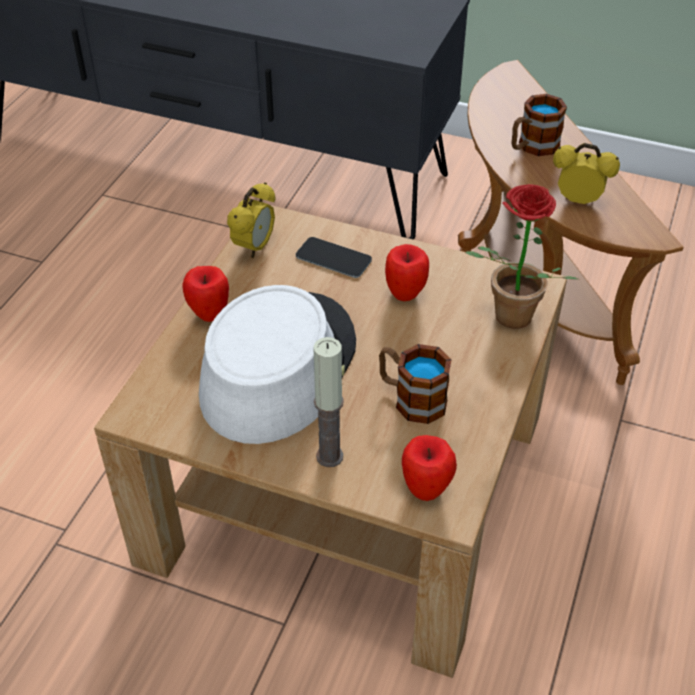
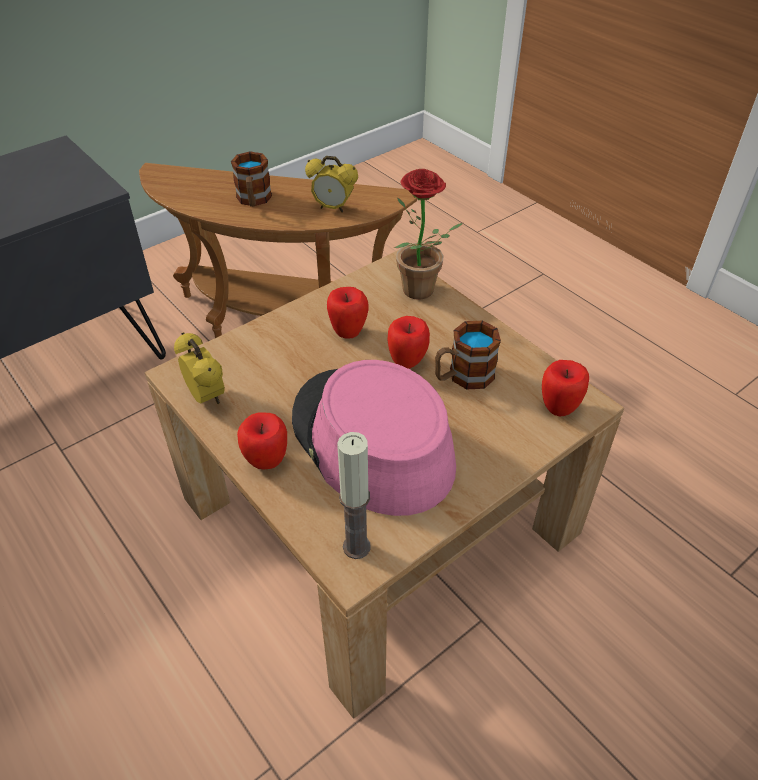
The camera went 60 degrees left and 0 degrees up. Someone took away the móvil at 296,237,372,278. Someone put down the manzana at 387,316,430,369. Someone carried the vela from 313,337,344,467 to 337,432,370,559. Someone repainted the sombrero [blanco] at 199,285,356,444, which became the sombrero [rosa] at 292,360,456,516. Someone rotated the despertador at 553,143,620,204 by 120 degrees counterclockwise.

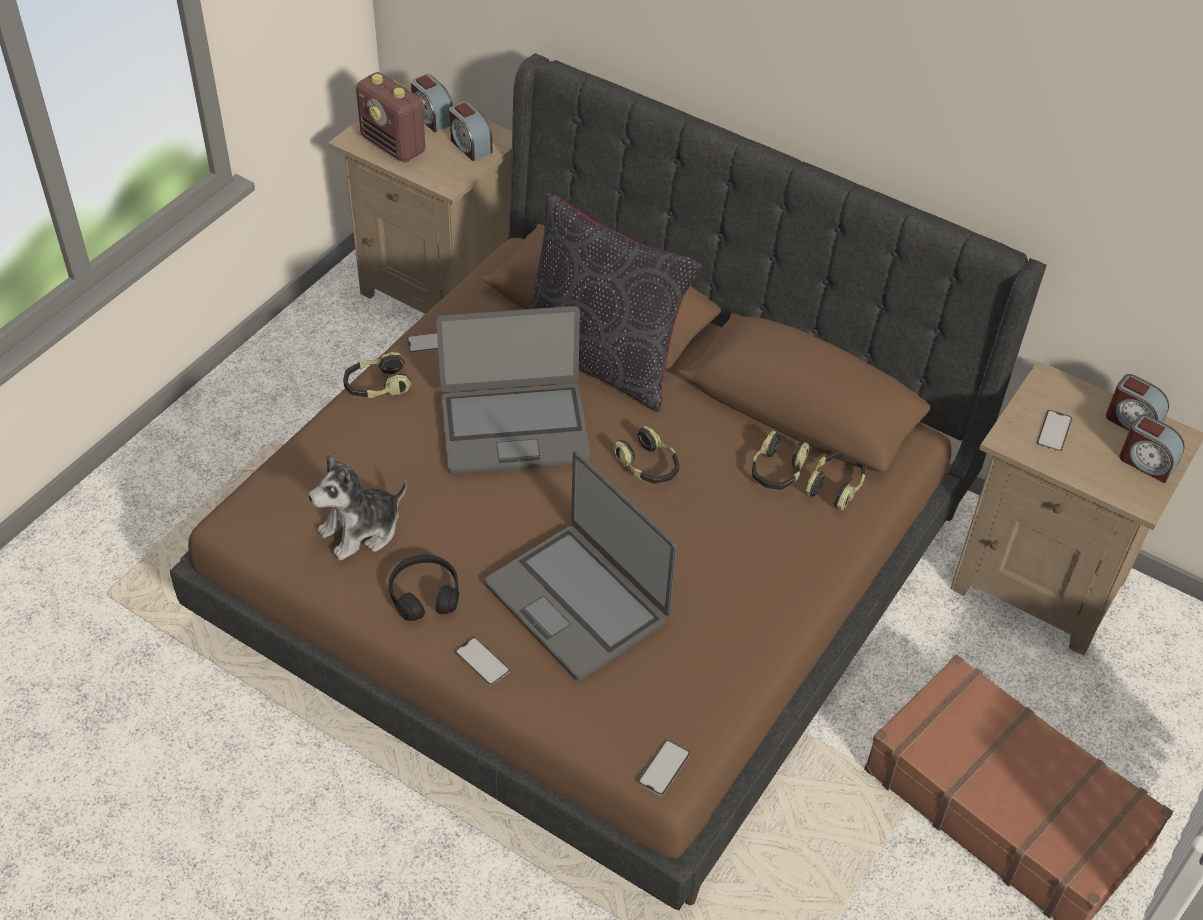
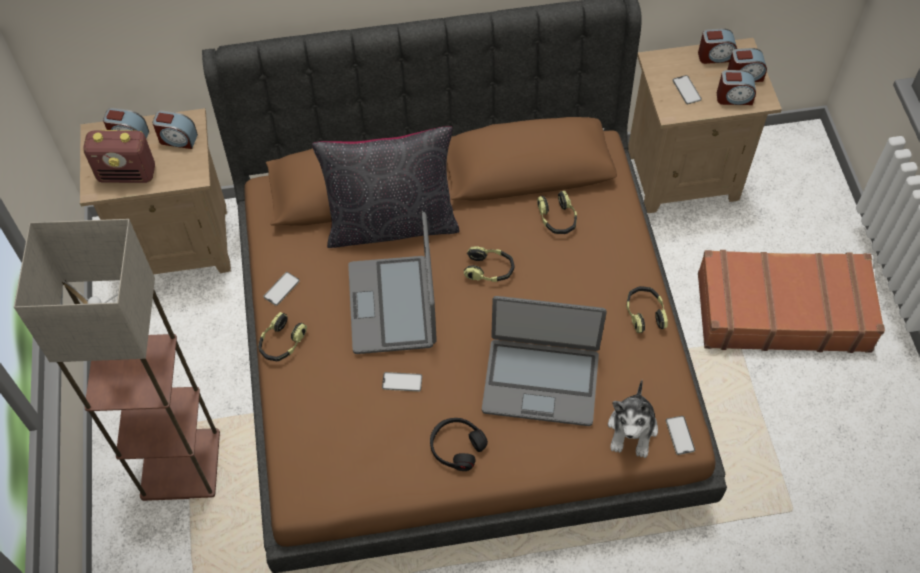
The camera went 40 degrees left and 10 degrees up. Someone put down the lámpara de pie at 14,219,220,501. Someone put down the despertador at 717,70,756,105. Someone carried the peluche from 308,453,407,561 to 608,380,658,458. Someone carried the móvil from 455,637,510,686 to 382,372,422,392. Someone carried the auriculares from 805,451,866,510 to 626,286,668,333. Someone rotated the portátil at 436,306,591,474 by 135 degrees clockwise.

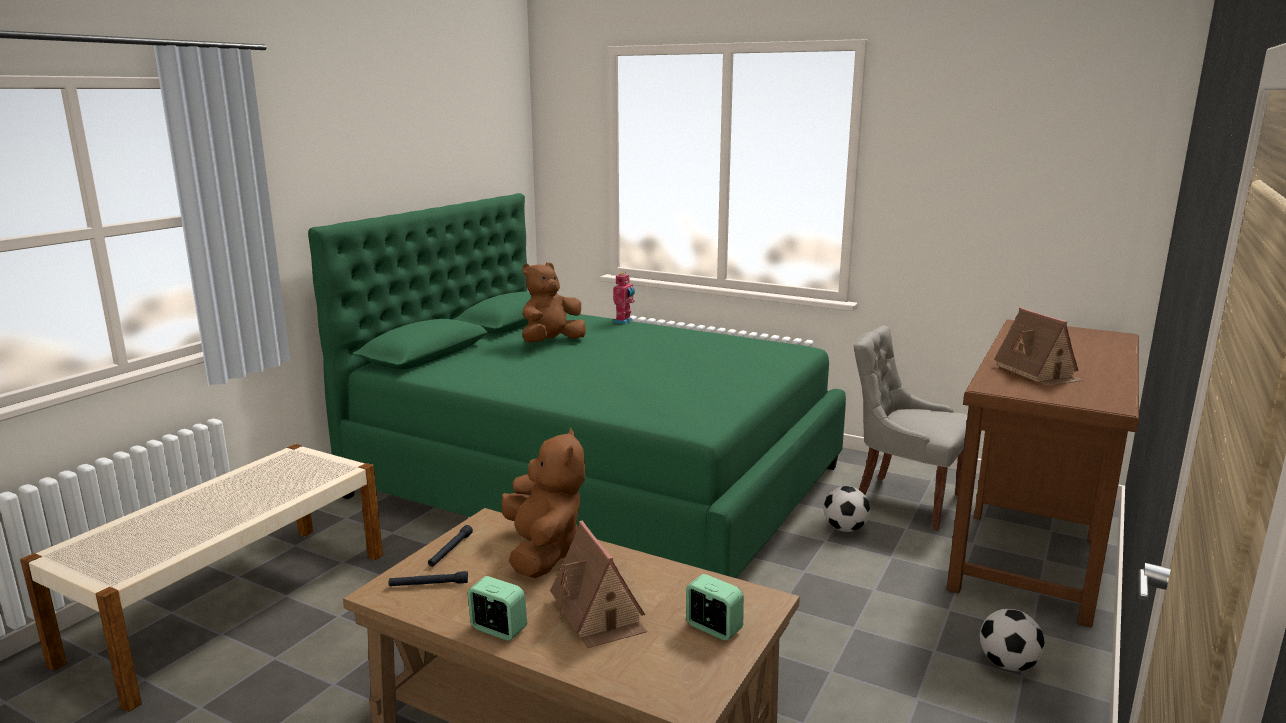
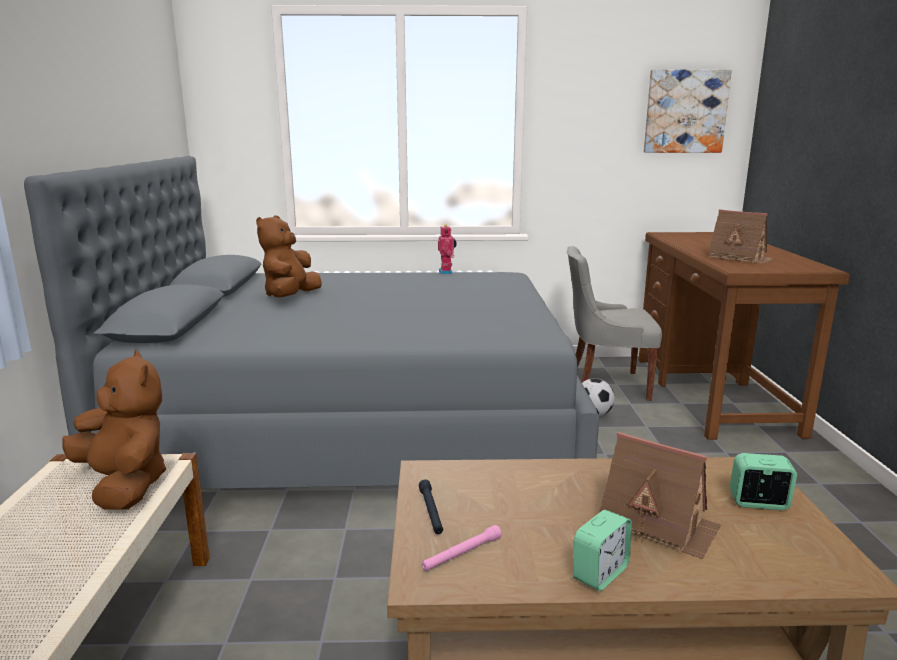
The camera went 30 degrees left and 0 degrees up. Someone took away the balón de fútbol at 980,609,1045,671. Someone put up the cuadro at 644,69,732,153. Someone carried the peluche [marrón] from 501,428,585,578 to 62,350,167,510. Someone carried the robot de juguete from 613,272,635,324 to 438,224,457,274. Someone repainted the cama [verde] at 308,193,846,578, which became the cama [gris] at 24,156,599,505. Someone repainted the linterna [negro] at 389,571,468,586, which became the linterna [rosa] at 422,525,502,571. Someone rotated the despertador at 468,576,527,641 by 135 degrees clockwise.

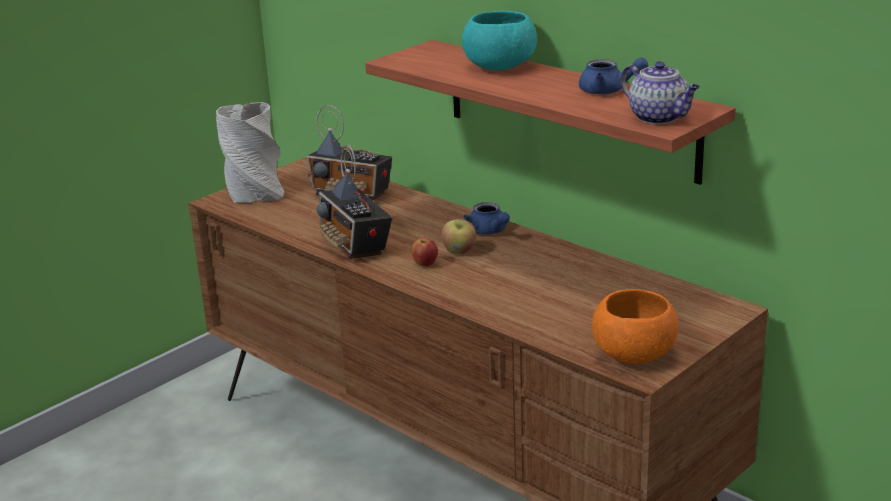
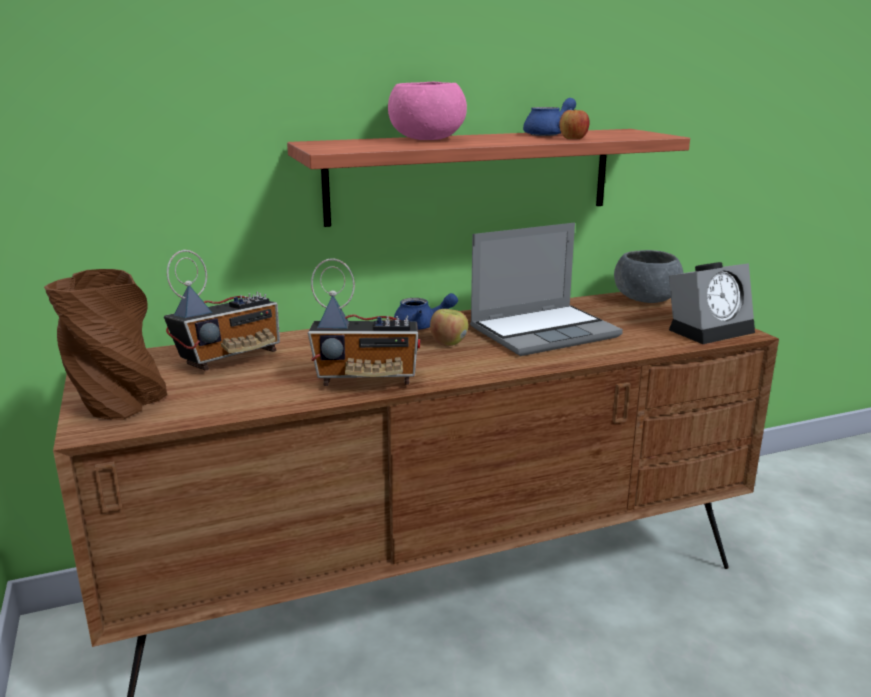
The camera went 65 degrees left and 5 degrees down. Someone took away the tetera at 621,61,700,124. Someone put down the portátil at 470,223,623,356. Someone put down the cuenco [gris] at 614,250,683,303. Someone carried the manzana from 411,238,438,267 to 559,109,590,139. Someone swapped the cuenco [naranja] at 592,289,678,364 for the despertador at 669,262,755,344. Someone repainted the florero [gris] at 216,102,285,203, which became the florero [marrón] at 44,269,167,420. Someone repainted the cuenco [turquesa] at 462,11,537,70, which became the cuenco [rosa] at 388,82,467,140.

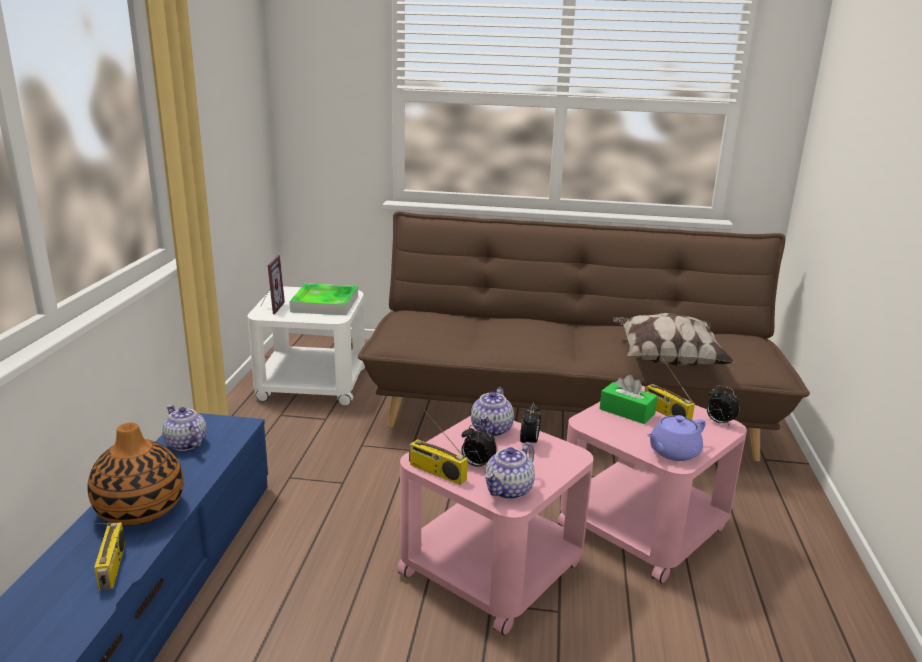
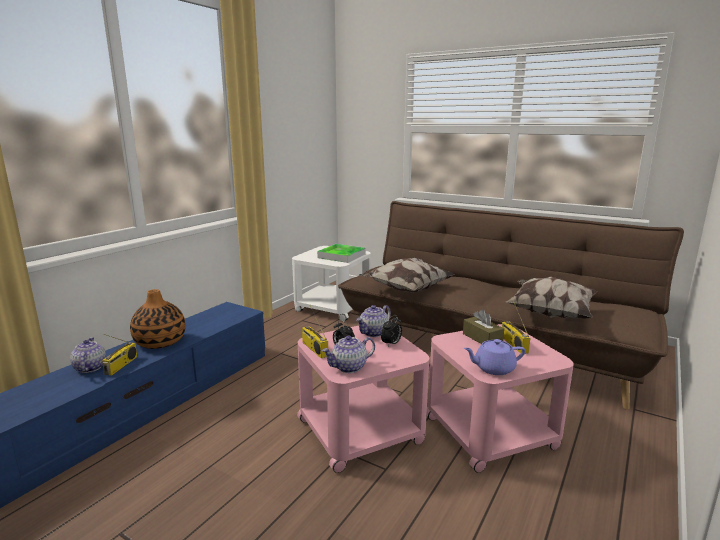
The camera went 25 degrees right and 5 degrees down. Someone took away the portarretratos at 261,255,285,314. Someone took away the despertador at 707,385,740,427. Someone put down the cojín at 359,258,455,292. Someone carried the tetera from 162,405,207,451 to 70,337,106,373. Someone repainted the caja de pañuelos [verde] at 600,375,658,424, which became the caja de pañuelos [marrón] at 463,309,504,344.

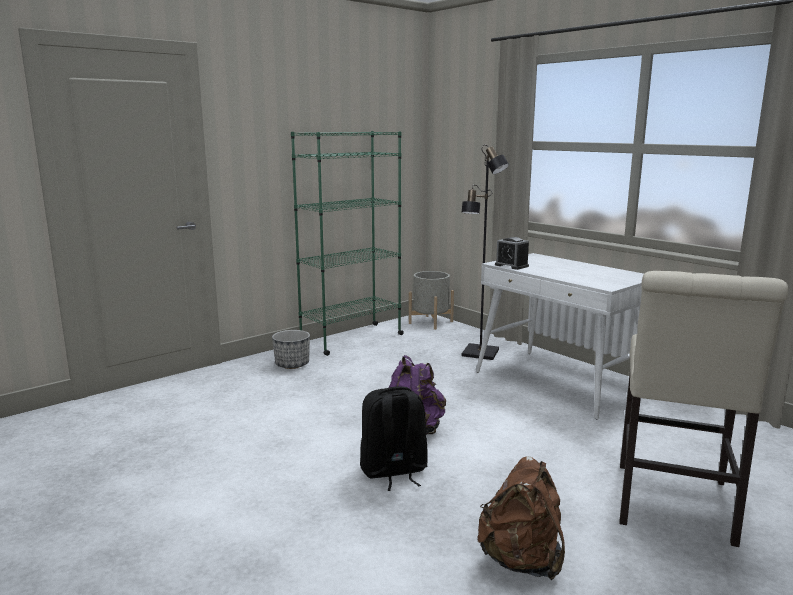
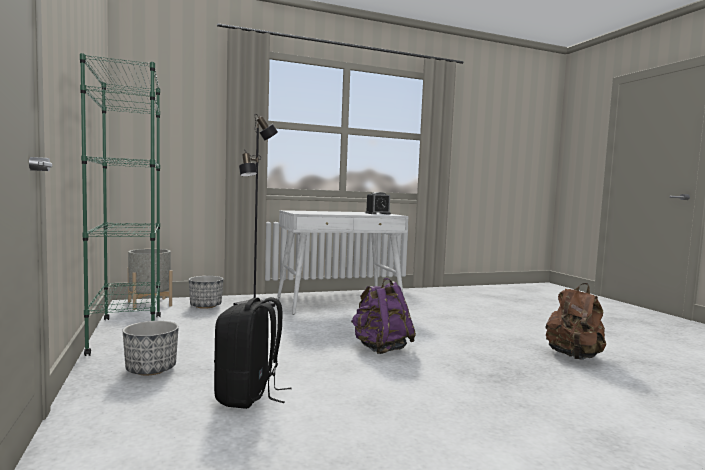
The camera went 70 degrees left and 10 degrees down. Someone took away the taburete [beis] at 620,271,788,547. Someone put down the maceta at 189,276,223,309. Someone carried the mochila [negro] from 360,386,428,491 to 214,297,292,409. Someone carried the despertador from 495,237,529,270 to 366,192,391,215.

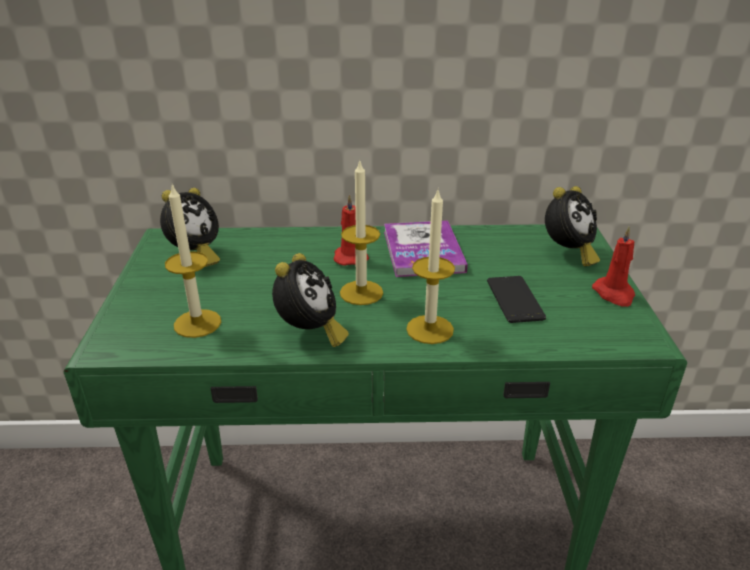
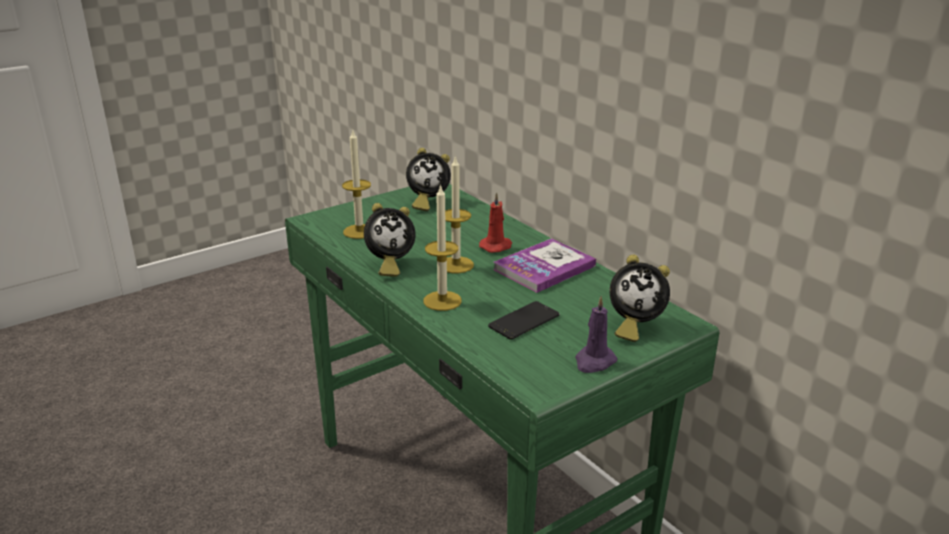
The camera went 55 degrees right and 5 degrees down. Someone repainted the vela [rojo] at 592,226,635,307, which became the vela [morado] at 575,296,617,373.

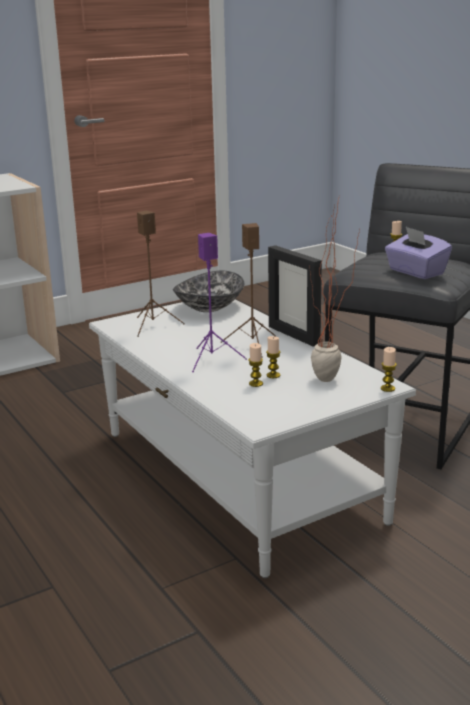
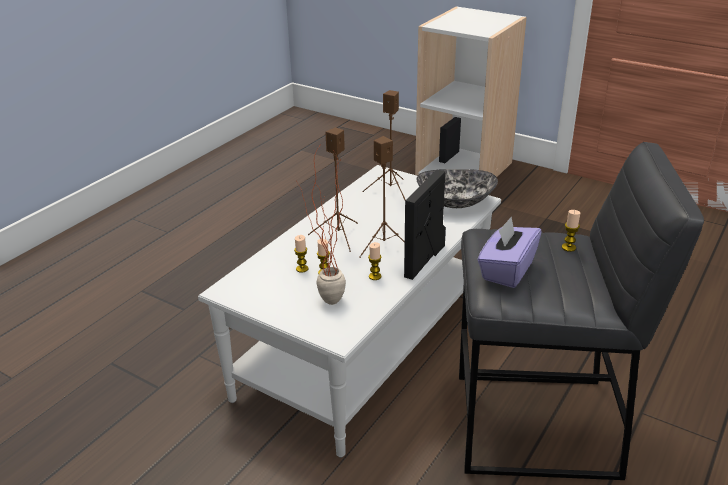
The camera went 65 degrees right and 10 degrees up. Someone carried the vela from 381,347,397,392 to 368,242,382,280. Someone repainted the altavoz [morado] at 192,233,247,372, which became the altavoz [marrón] at 308,127,358,252.

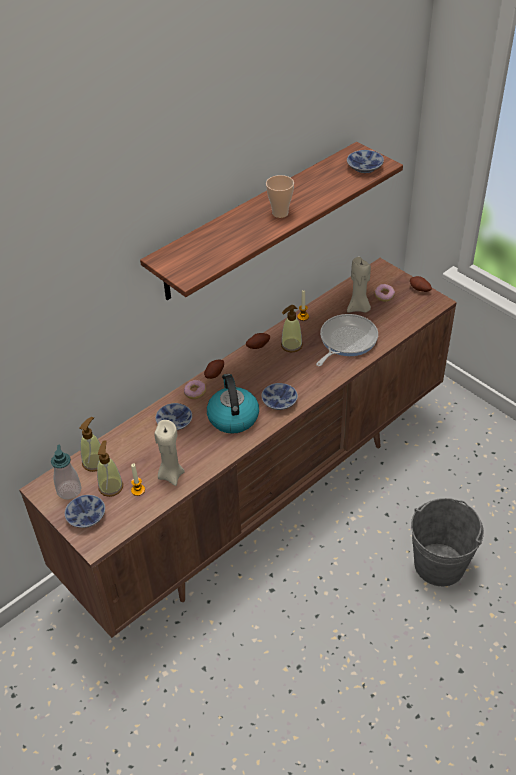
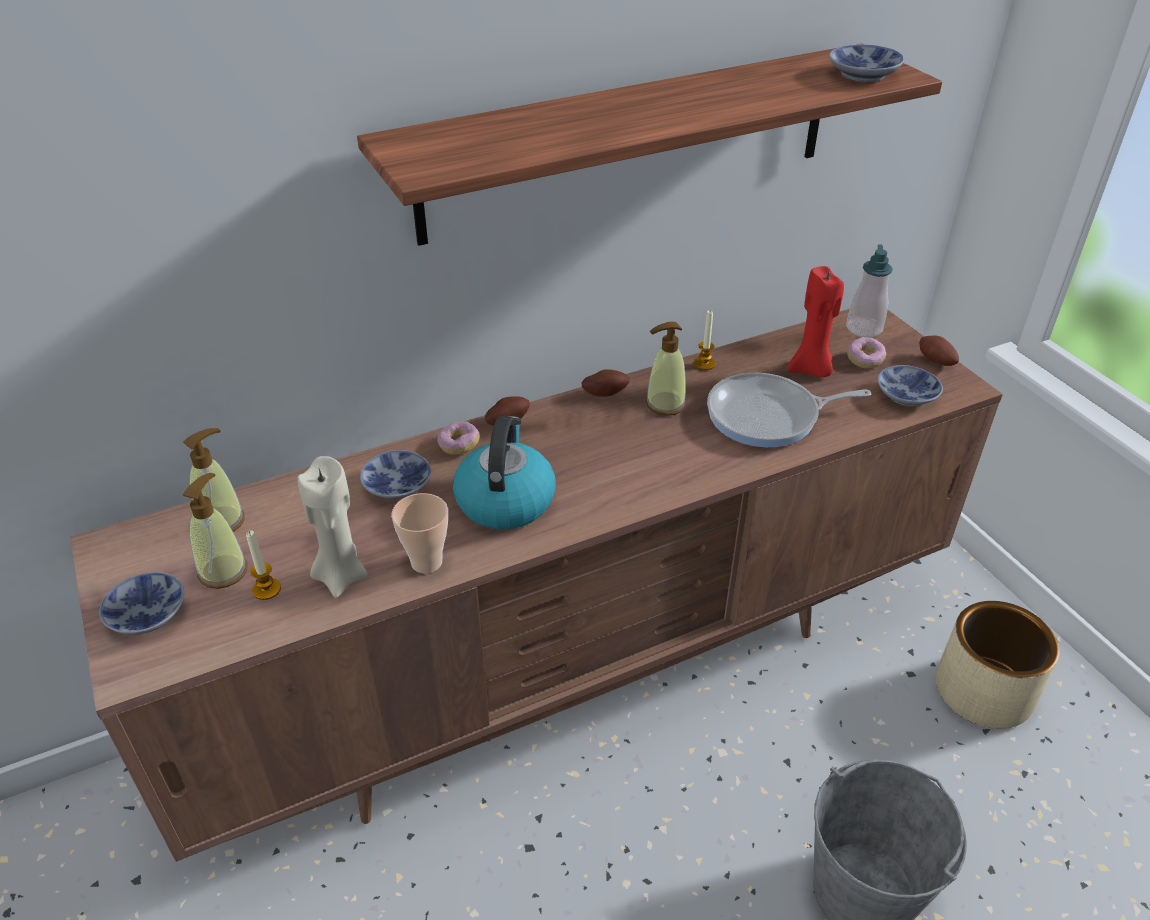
The camera went 15 degrees right and 5 degrees down. Someone put down the maceta [beis] at 936,601,1060,729. Someone carried the dispensador de jabón from 51,445,82,499 to 846,244,893,337. Someone carried the cuenco from 261,383,298,410 to 878,365,943,406. Someone carried the taza from 266,175,294,218 to 391,493,448,573. Someone repainted the vela [beis] at 347,257,371,313, which became the vela [rojo] at 787,266,844,378. Someone rotated the sartén at 316,314,378,366 by 150 degrees counterclockwise.

